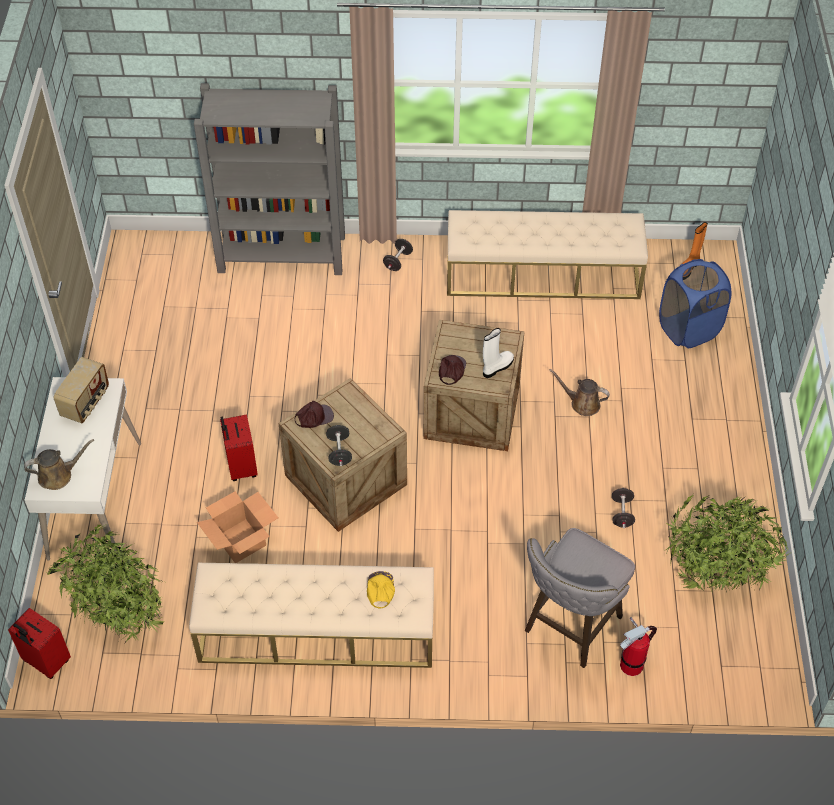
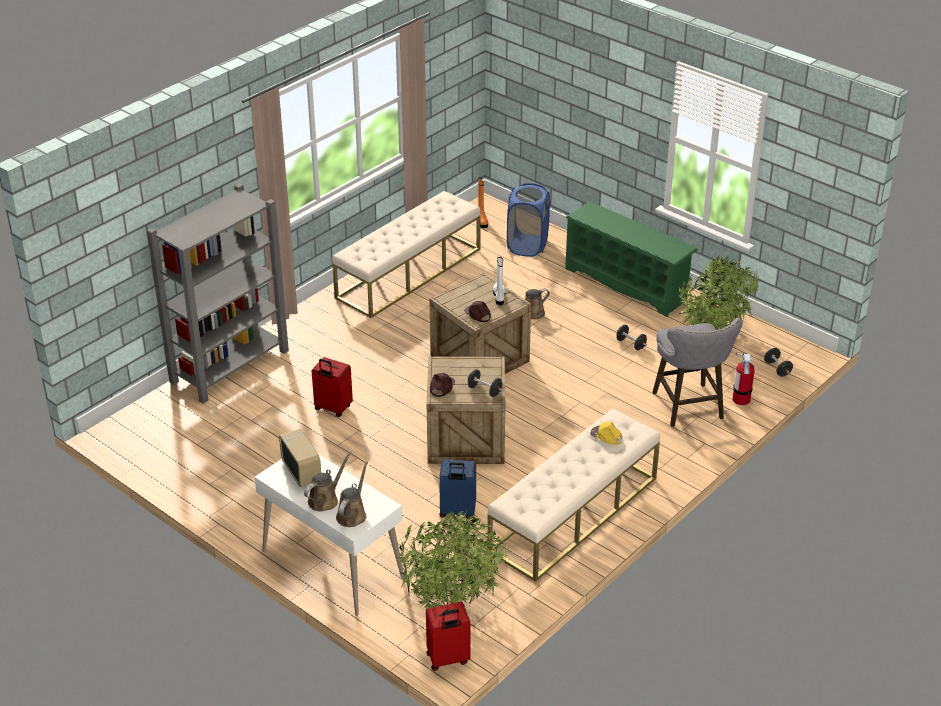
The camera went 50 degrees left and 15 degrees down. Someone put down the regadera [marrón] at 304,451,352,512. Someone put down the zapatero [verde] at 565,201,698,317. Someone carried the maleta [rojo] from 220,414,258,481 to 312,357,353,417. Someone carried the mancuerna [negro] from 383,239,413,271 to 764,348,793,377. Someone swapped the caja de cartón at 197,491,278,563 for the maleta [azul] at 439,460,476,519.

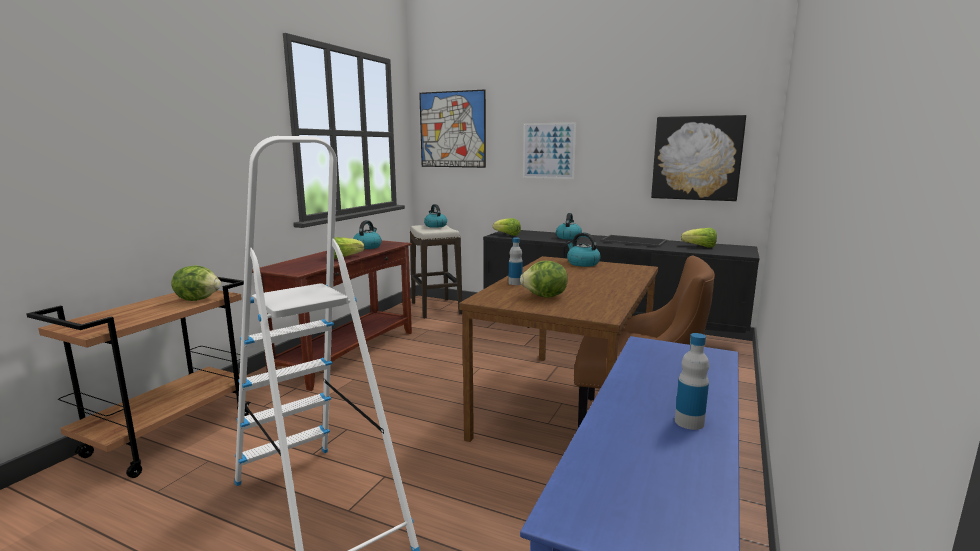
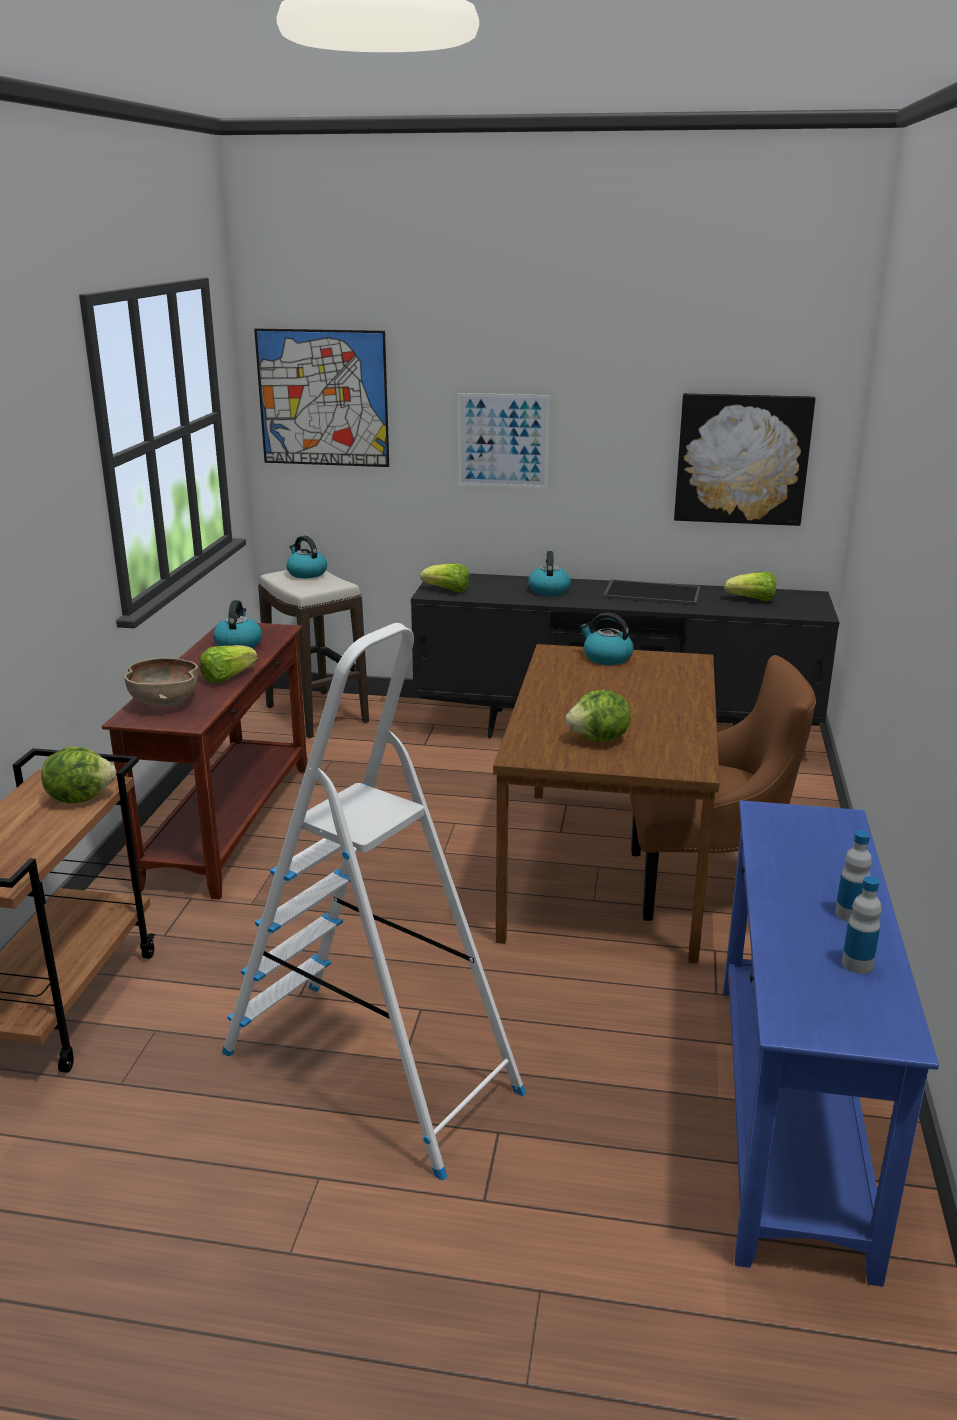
The camera went 15 degrees left and 10 degrees up. Someone put down the cuenco [marrón] at 124,658,198,706. Someone carried the botella from 509,237,523,285 to 842,876,881,974.

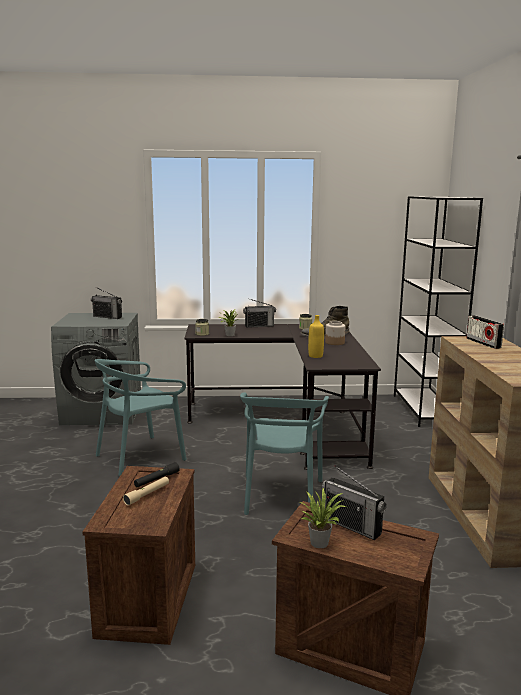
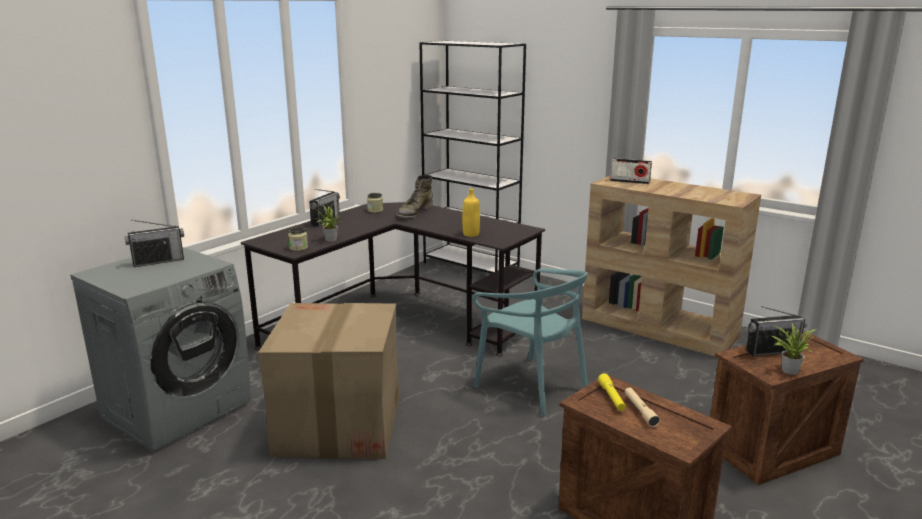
The camera went 50 degrees left and 5 degrees up. Someone took away the tarro at 325,321,346,345. Someone swapped the silla [turquesa] at 95,359,187,476 for the caja de cartón at 258,303,400,459. Someone repainted the linterna [negro] at 134,462,180,487, which became the linterna [amarillo] at 598,373,626,411.

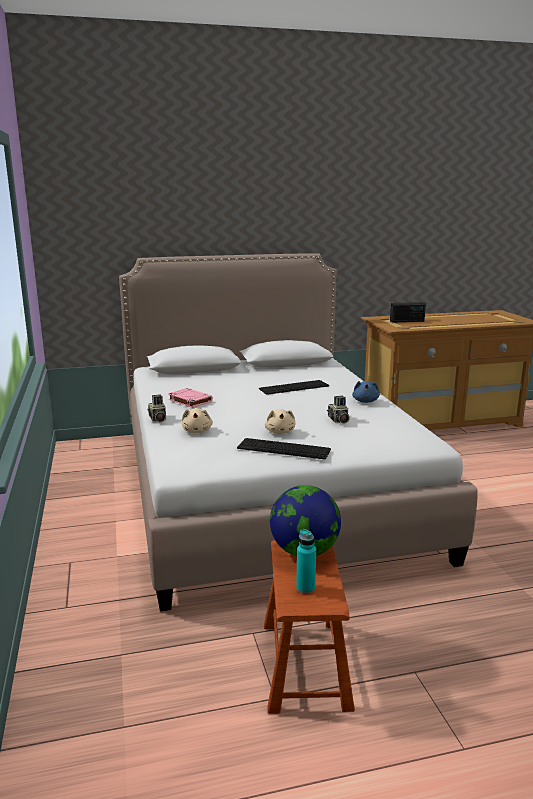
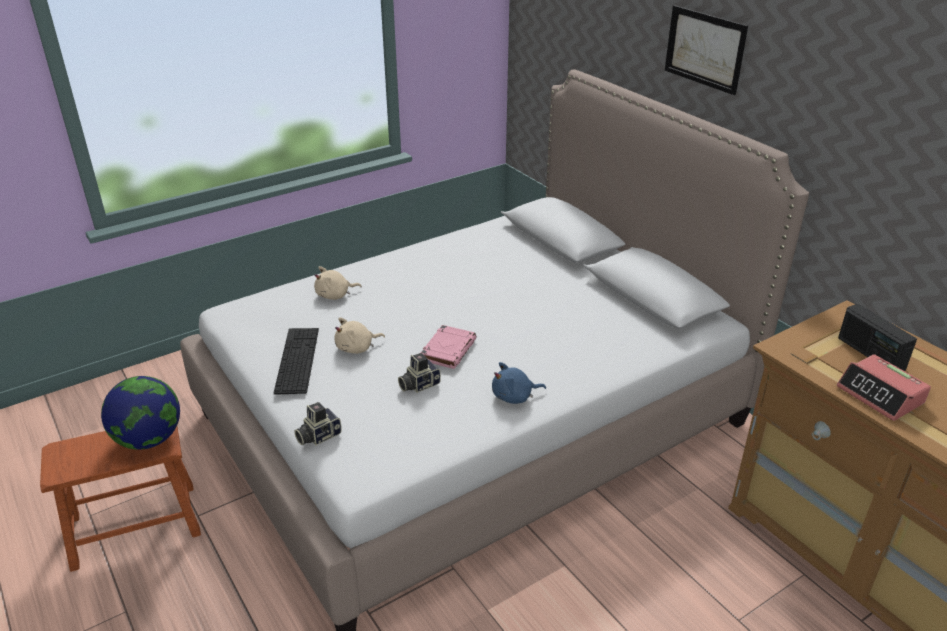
The camera went 70 degrees right and 15 degrees up. Someone took away the teclado at 259,380,329,395. Someone took away the botella [turquesa] at 296,529,316,594. Someone put up the cuadro at 665,5,748,95. Someone put down the despertador at 837,354,931,421. Someone carried the cámara from 148,394,166,422 to 294,402,342,445. Someone carried the libro [rosa] from 168,388,213,408 to 421,325,477,369.

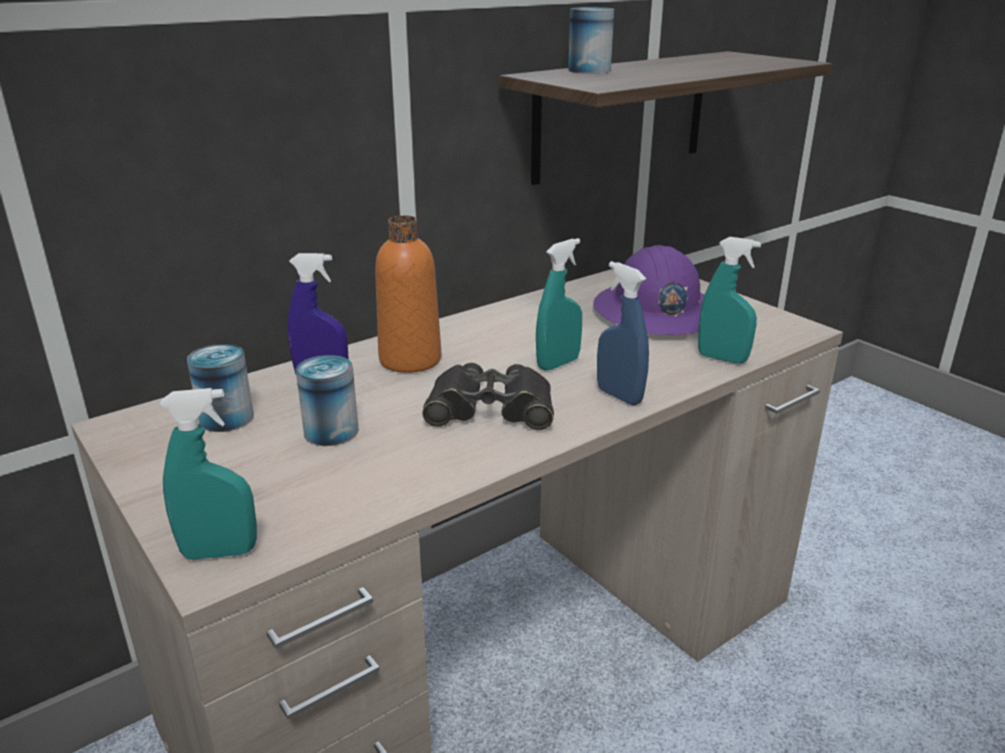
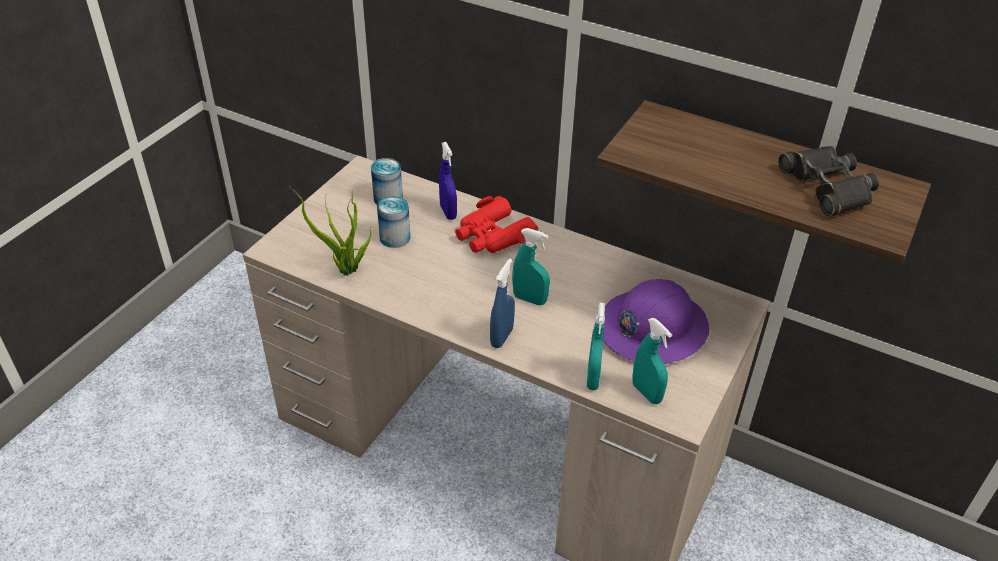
The camera went 65 degrees right and 15 degrees up. Someone took away the lata at 568,7,614,74. Someone put down the planta en maceta at 290,187,372,275. Someone carried the pulverizador [turquesa] from 160,388,257,560 to 632,318,672,404. Someone carried the prismáticos [negro] from 422,363,554,430 to 778,146,879,217. Someone swapped the botella [naranja] at 375,215,441,373 for the prismáticos [rojo] at 455,196,538,253.

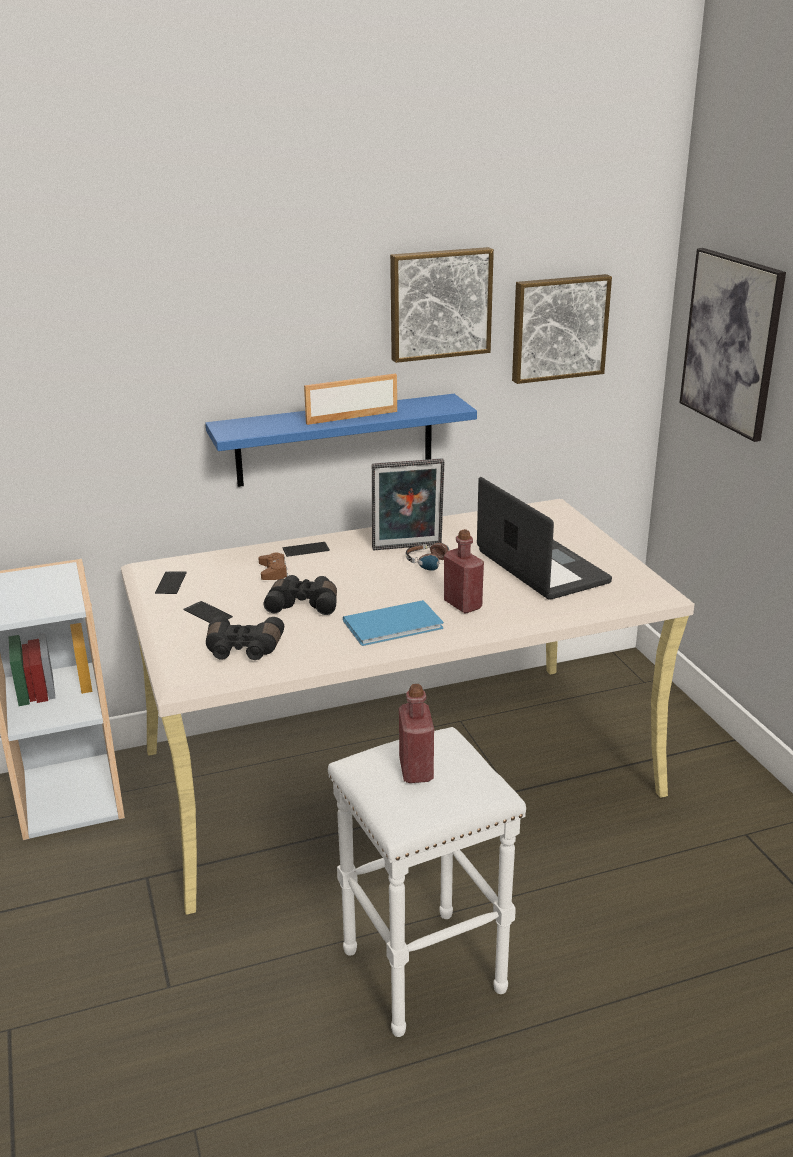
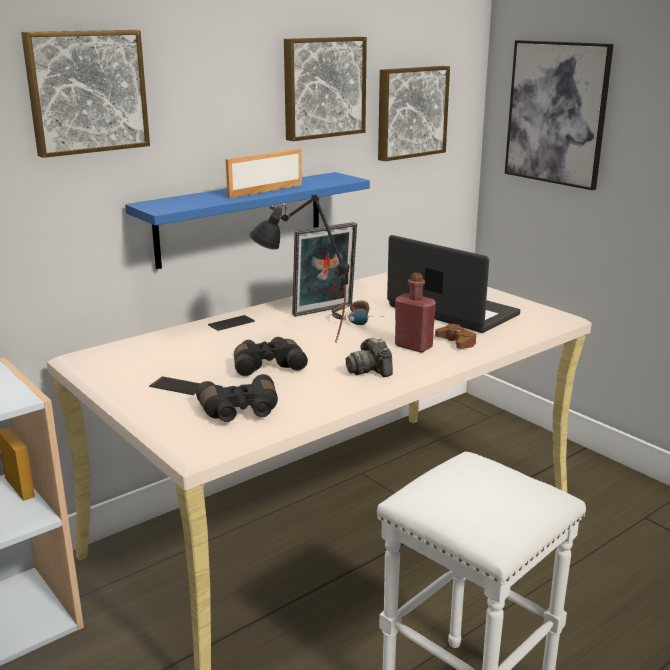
The camera went 20 degrees left and 5 degrees down. Someone took away the móvil at 155,571,187,594. Someone took away the botella [rojo] at 399,684,434,783. Someone put up the cuadro at 21,30,150,158. Someone put down the lámpara de mesa [negro] at 249,194,349,343. Someone carried the mando de consola [marrón] from 258,553,288,580 to 435,324,476,349. Someone swapped the libro [azul] at 343,600,444,646 for the cámara at 346,338,393,377.

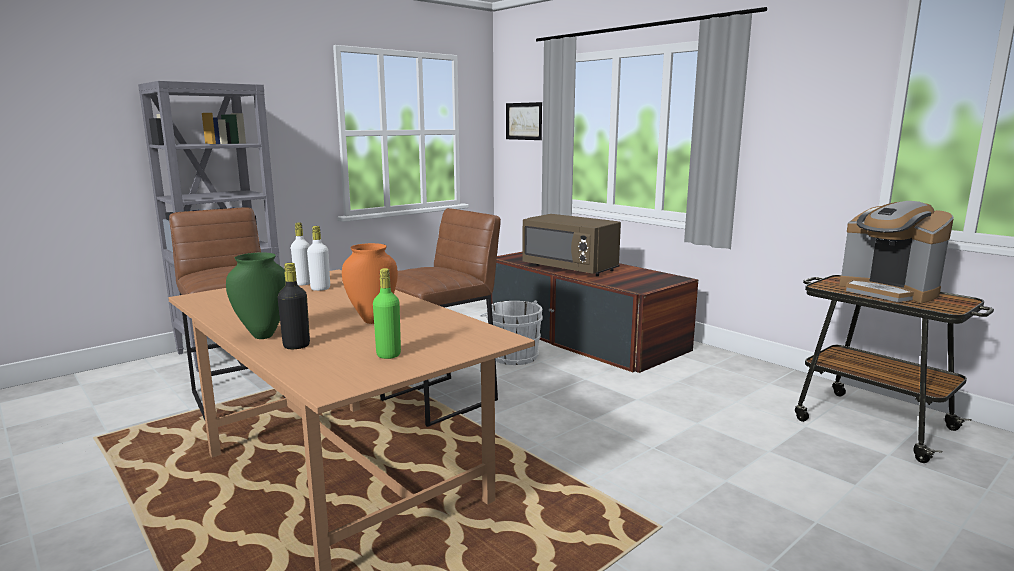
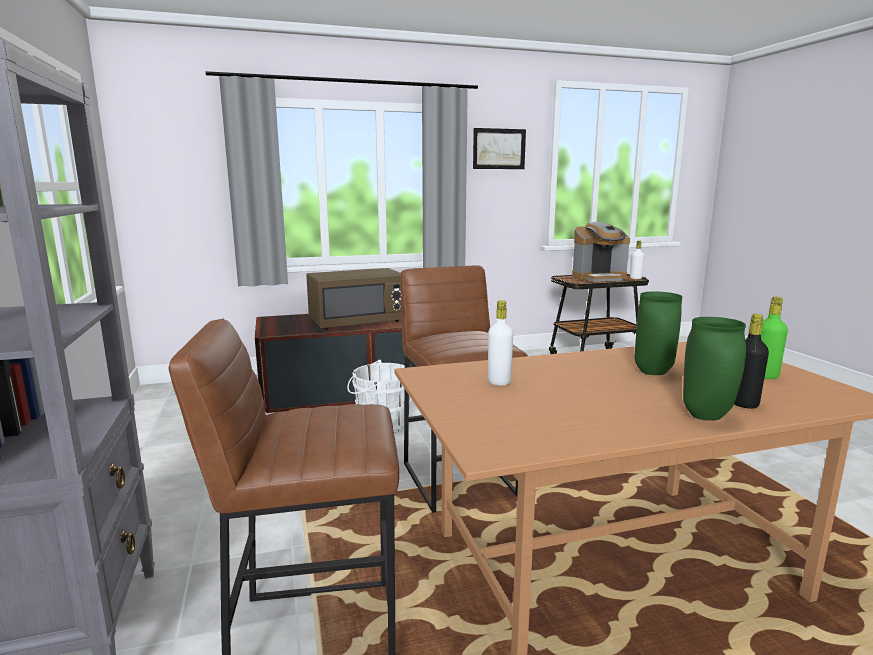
The camera went 65 degrees left and 0 degrees up. Someone carried the botella [blanco] from 291,223,310,286 to 630,241,644,279. Someone carried the cuadro from 506,102,542,140 to 473,128,526,169. Someone repainted the florero [naranja] at 342,243,398,324, which became the florero [verde] at 635,291,682,375.

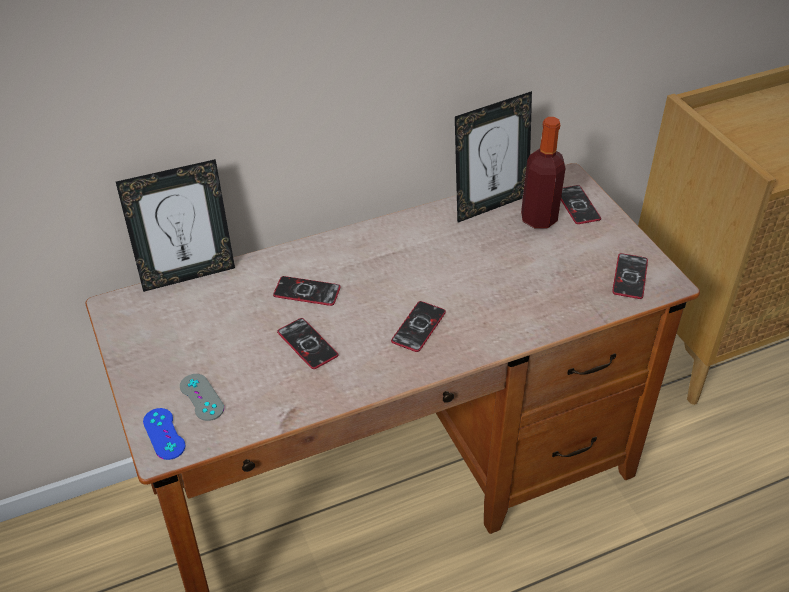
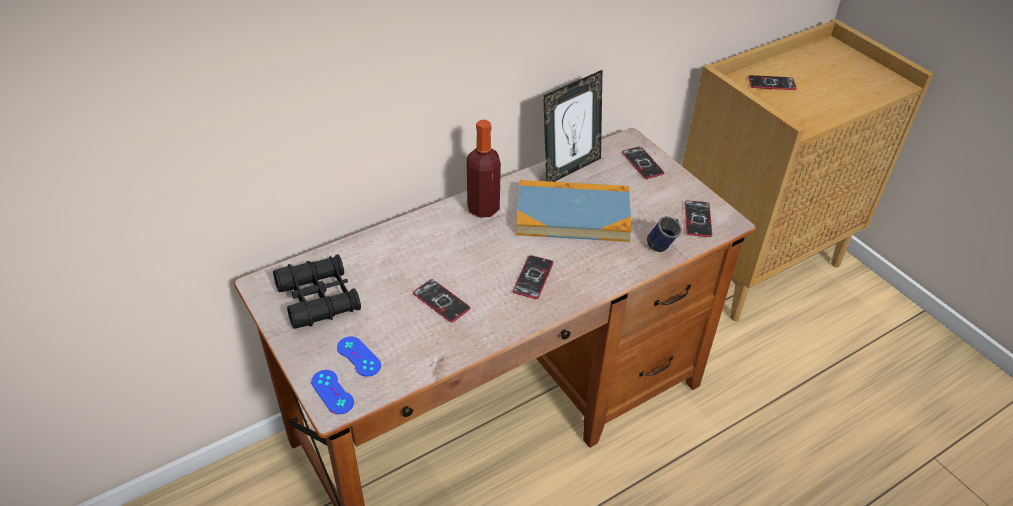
The camera went 10 degrees left and 0 degrees up. Someone took away the portarretratos at 116,159,235,292. Someone put down the prismáticos [negro] at 273,255,361,329. Someone put down the libro at 516,180,632,242. Someone put down the taza grande [azul] at 647,216,682,252. Someone carried the móvil from 273,276,341,306 to 748,75,797,90. Someone carried the botella from 521,117,566,228 to 467,120,501,218. Someone repainted the mando de consola [gris] at 180,374,224,421, which became the mando de consola [azul] at 337,336,381,377.

